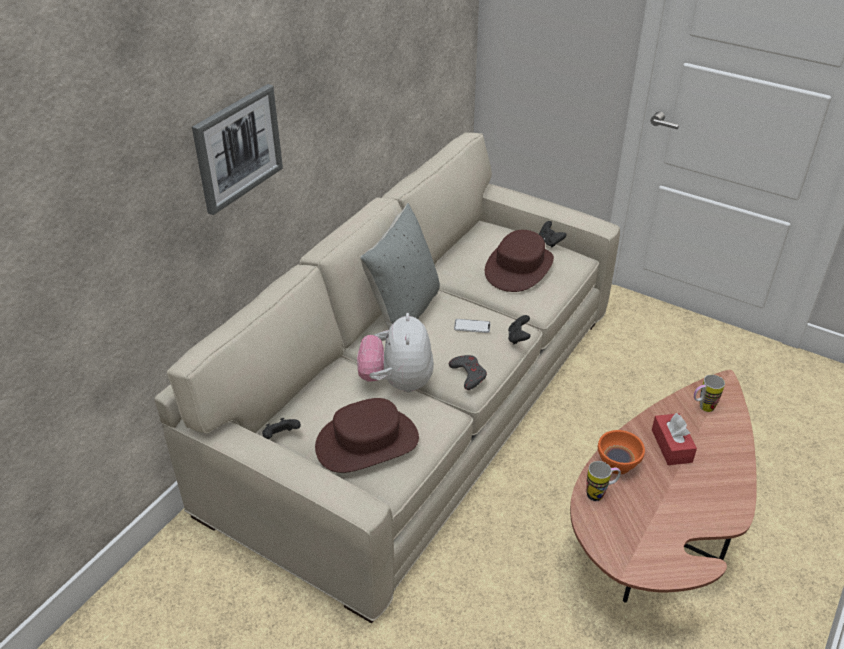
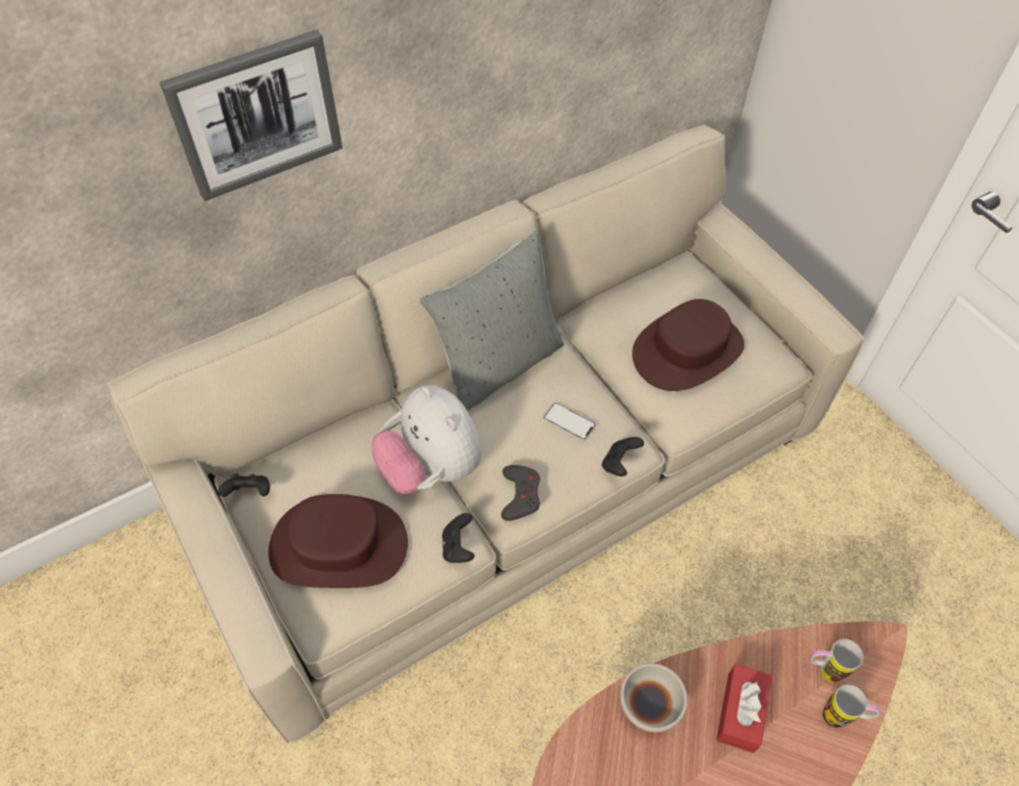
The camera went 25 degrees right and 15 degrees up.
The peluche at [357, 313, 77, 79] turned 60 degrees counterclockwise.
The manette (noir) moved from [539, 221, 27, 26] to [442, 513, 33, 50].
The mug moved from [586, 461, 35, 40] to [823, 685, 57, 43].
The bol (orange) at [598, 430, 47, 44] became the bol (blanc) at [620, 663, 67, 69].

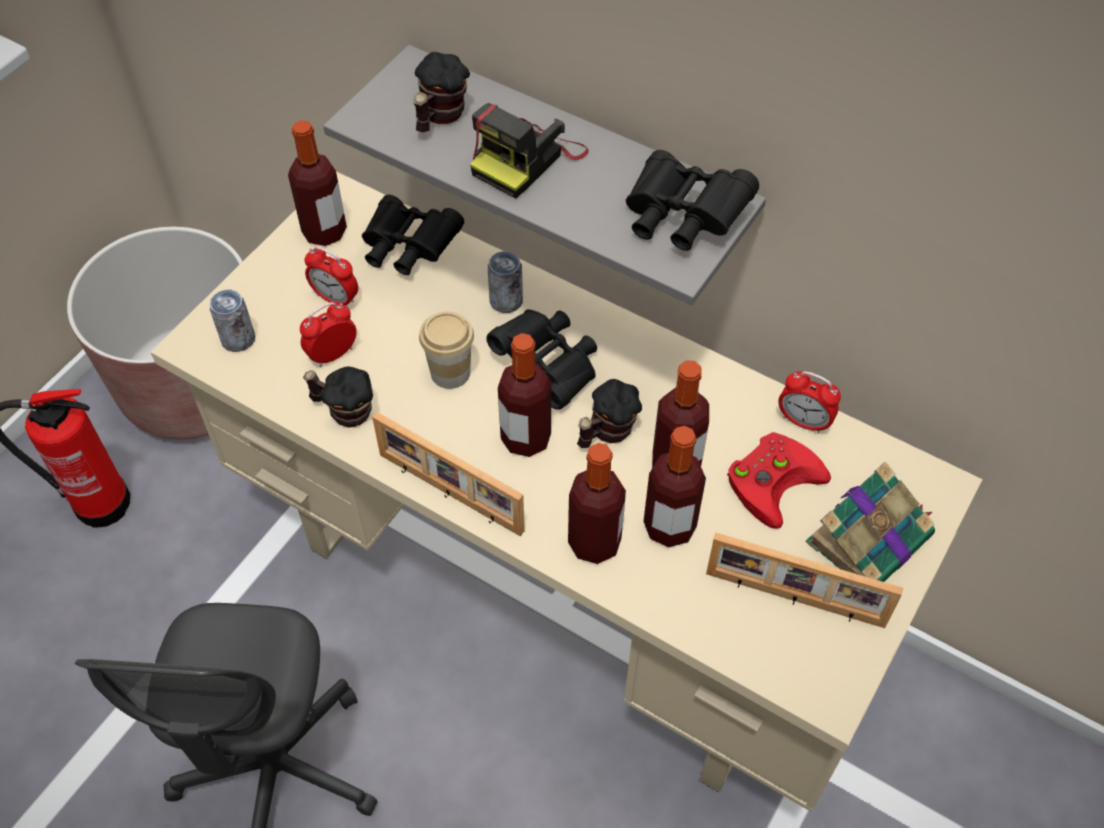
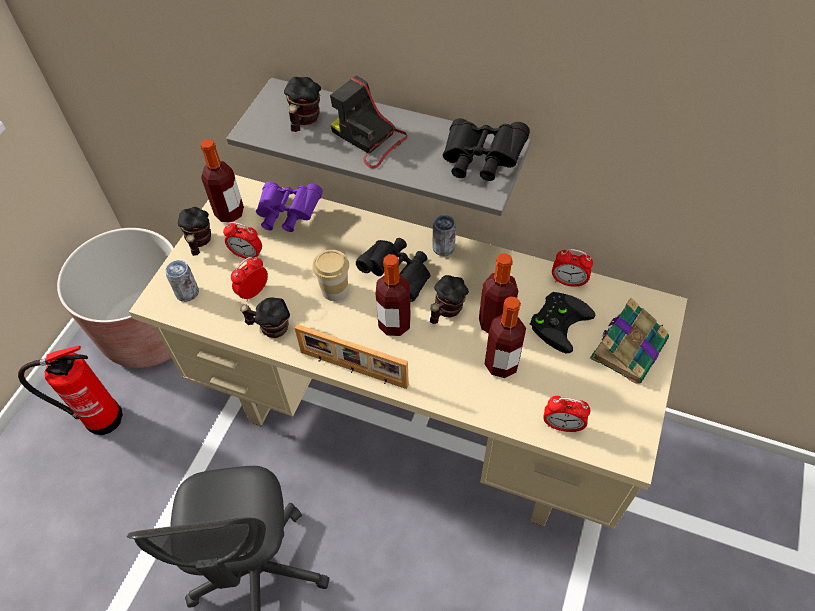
The camera went 10 degrees left and 0 degrees up.
The jumelles (noir) at [362, 195, 102, 80] became the jumelles (violet) at [256, 181, 67, 51].
The appareil photo at [470, 103, 119, 95] turned 105 degrees clockwise.
The boîte métallique moved from [488, 251, 35, 62] to [432, 215, 24, 41].
The bouteille at [568, 443, 58, 121] disappeared.
The cadre photo at [706, 533, 197, 95] disappeared.
The manette (rouge) at [727, 432, 104, 97] became the manette (noir) at [530, 292, 65, 61].
The mug at [178, 207, 33, 49] appeared.
The réveil at [543, 396, 47, 37] appeared.

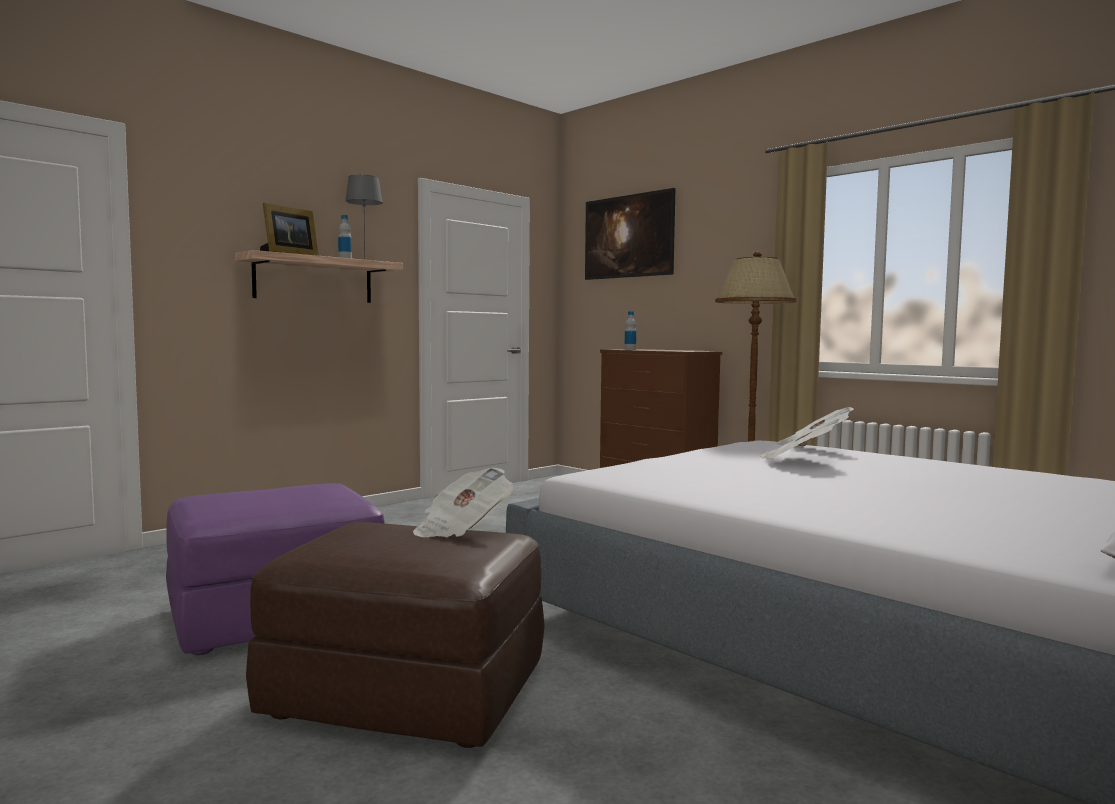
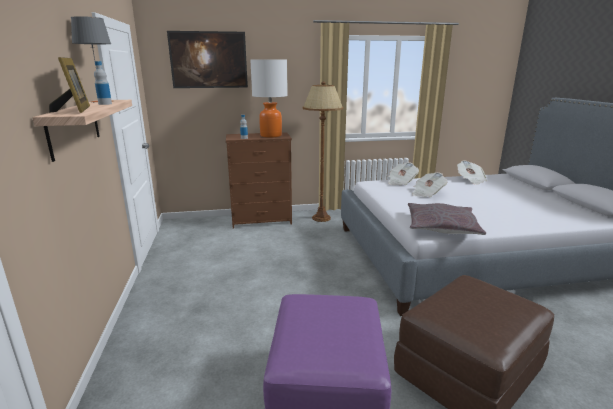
The camera went 55 degrees left and 15 degrees up.
The journal moved from [413, 467, 100, 70] to [457, 160, 30, 25].
The lampe de table at [251, 59, 37, 79] appeared.
The coussin (gris) at [408, 203, 78, 32] appeared.

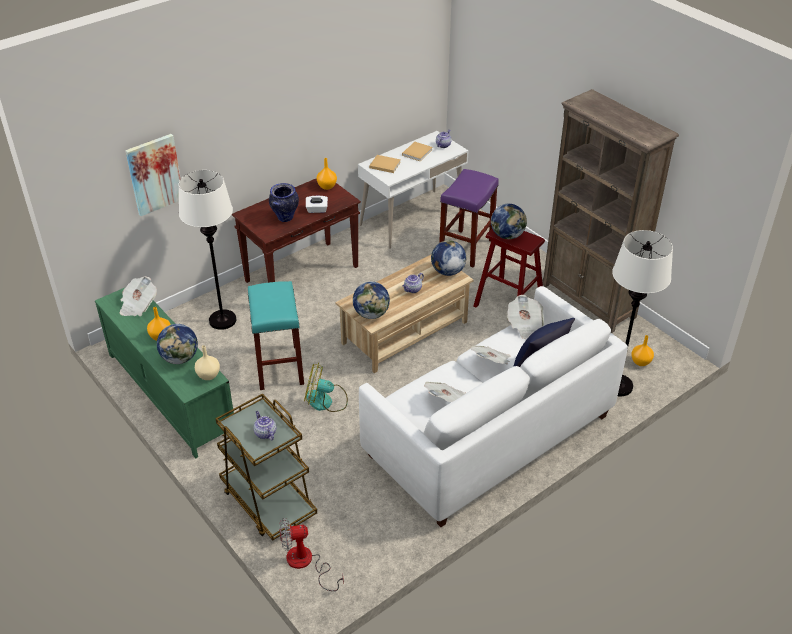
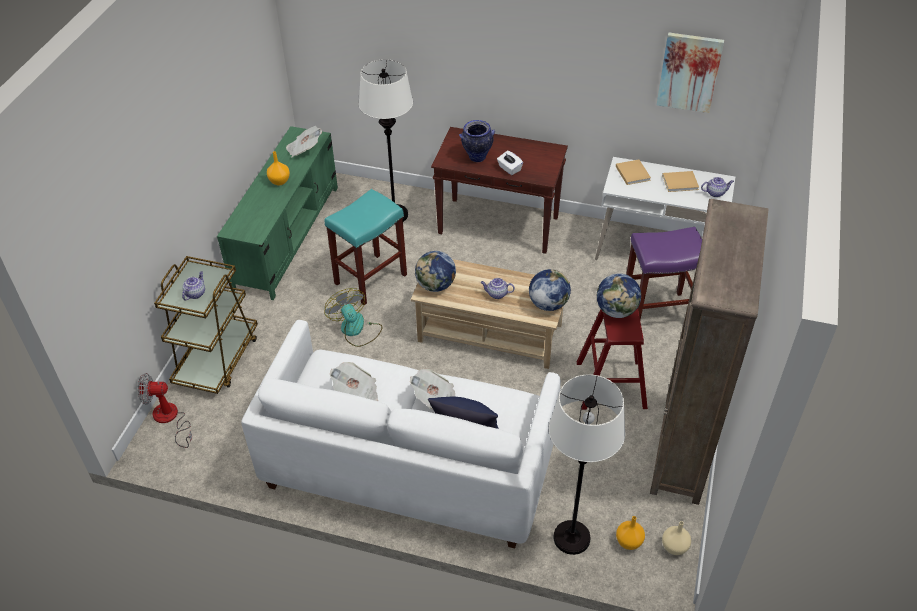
The camera went 55 degrees right and 5 degrees up.
The tableau moved from [125, 134, 56, 82] to [657, 32, 67, 81].
The globe at [157, 324, 41, 40] disappeared.
The vase (beige) moved from [195, 345, 25, 35] to [662, 521, 29, 34].
The ventilateur at [279, 518, 65, 73] turned 45 degrees counterclockwise.
The vase (orange) at [317, 158, 20, 32] disappeared.
The journal at [507, 295, 37, 44] disappeared.

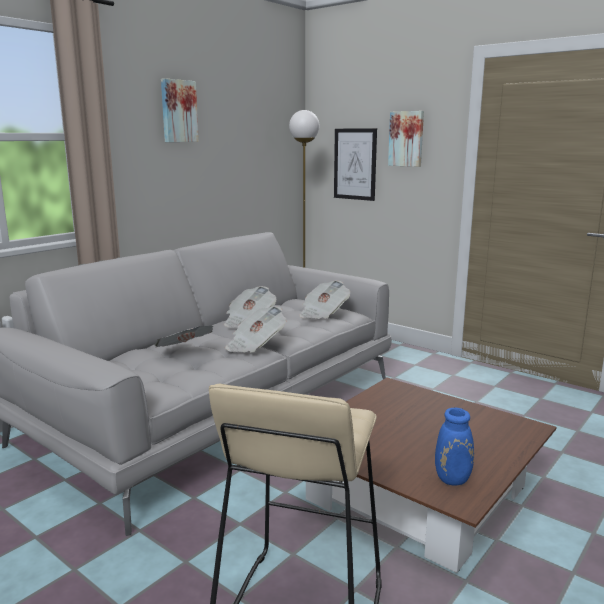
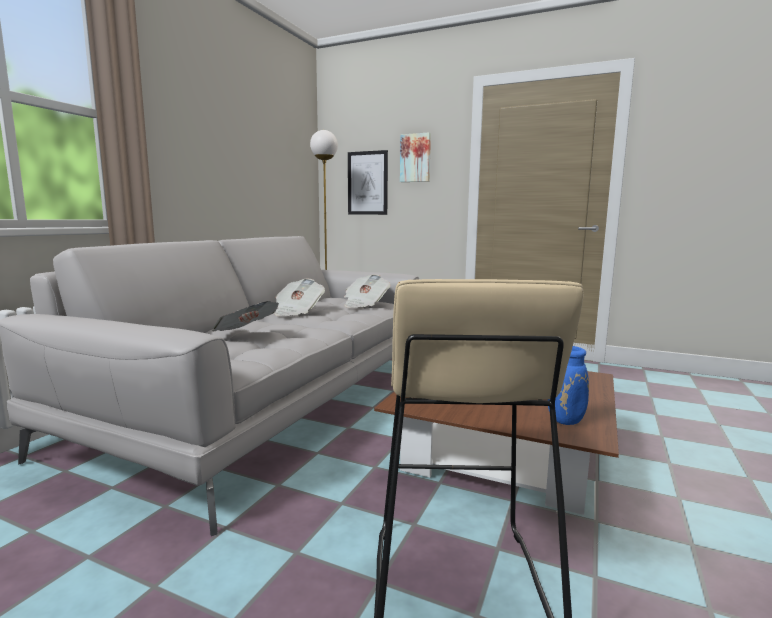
The camera went 15 degrees left and 5 degrees down.
The tableau at [161, 78, 38, 64] disappeared.
The journal at [225, 306, 61, 47] disappeared.

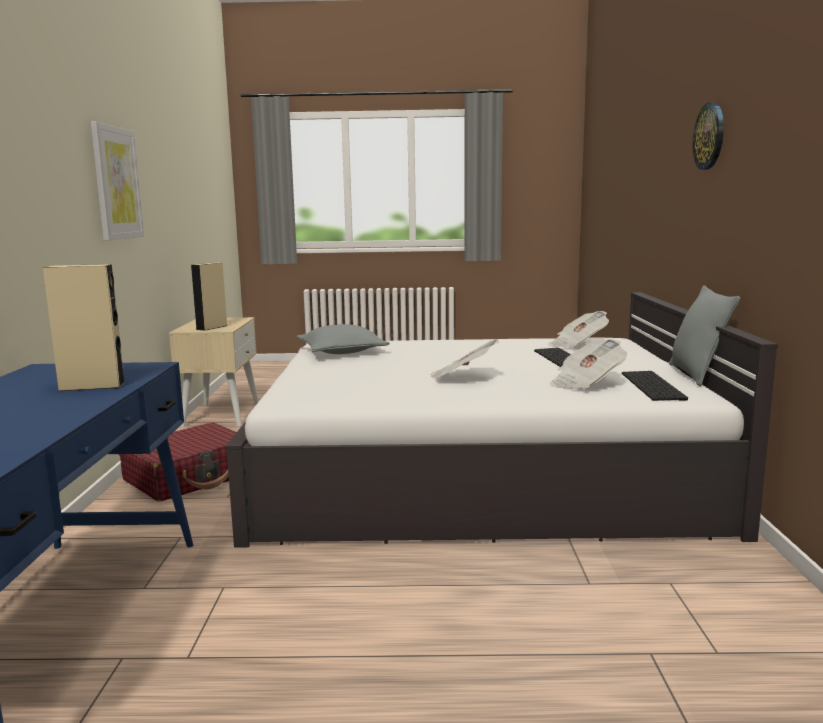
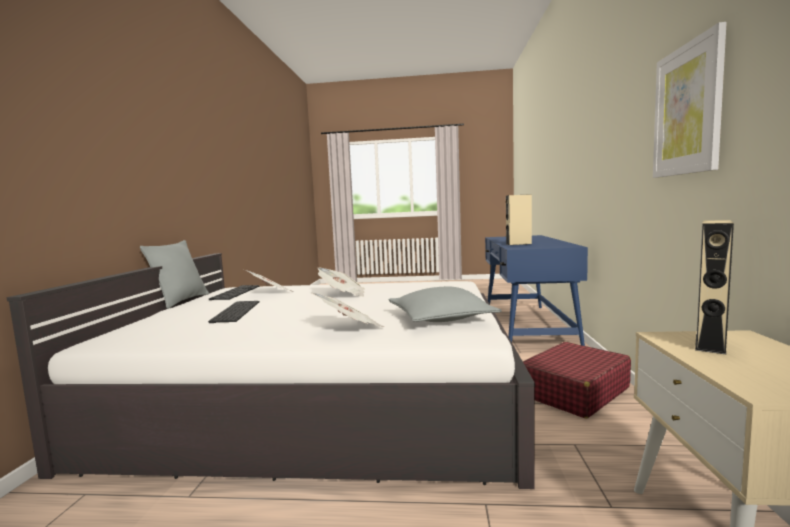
The camera went 175 degrees left and 5 degrees down.
The journal moved from [549, 311, 60, 36] to [312, 293, 72, 34].
The horloge murale at [693, 102, 31, 68] disappeared.

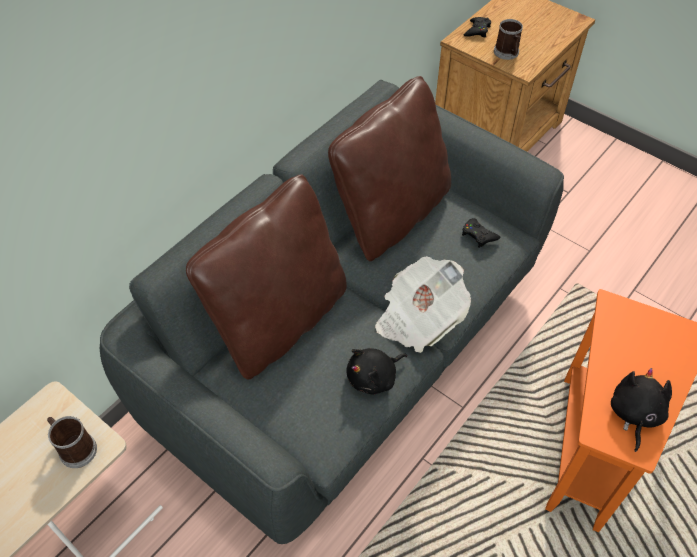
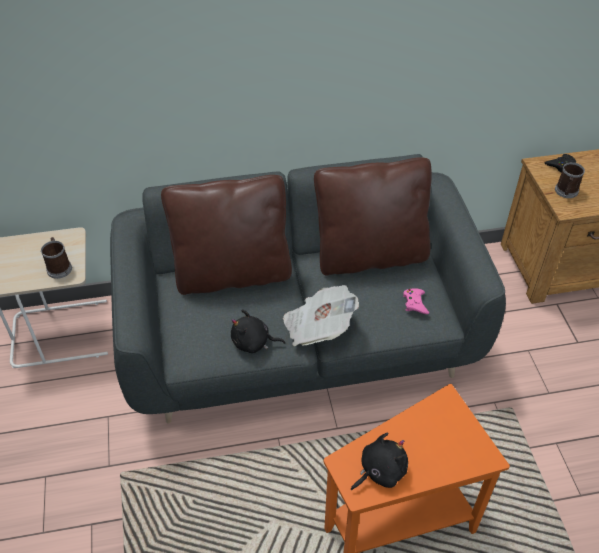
The camera went 40 degrees right and 5 degrees down.
The manette (noir) at [462, 218, 38, 30] became the manette (rose) at [403, 288, 26, 26].

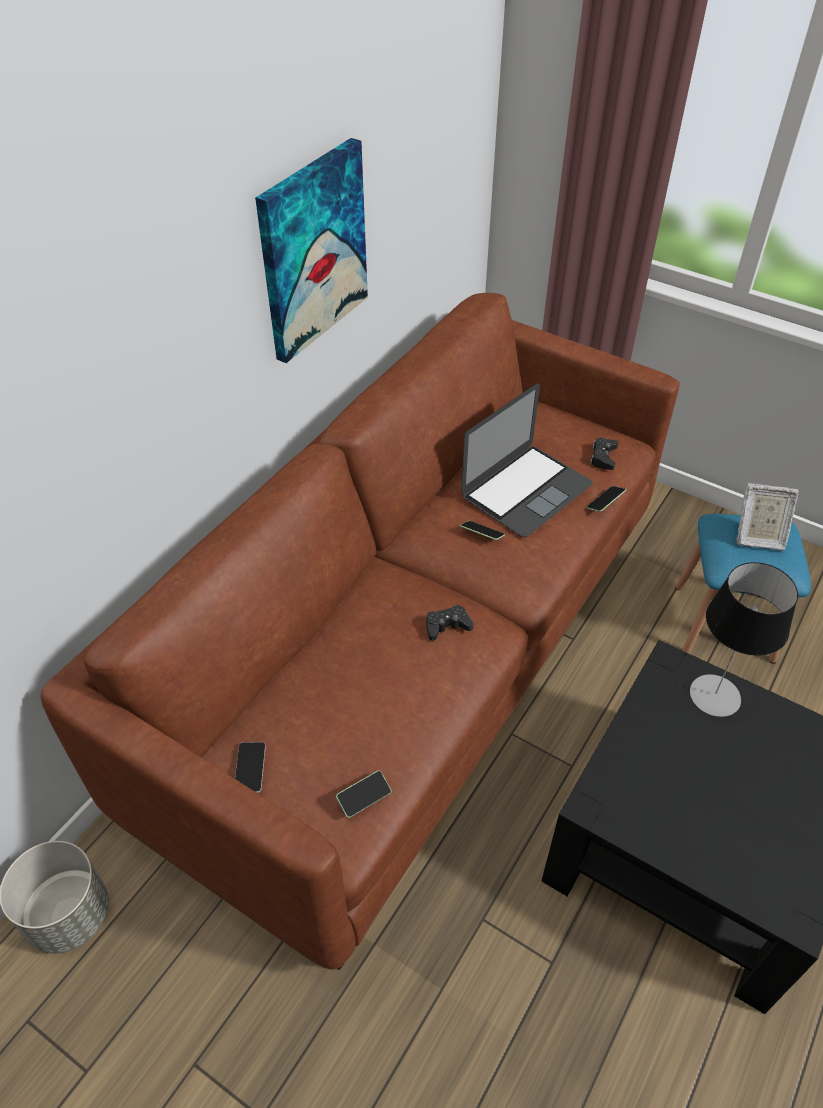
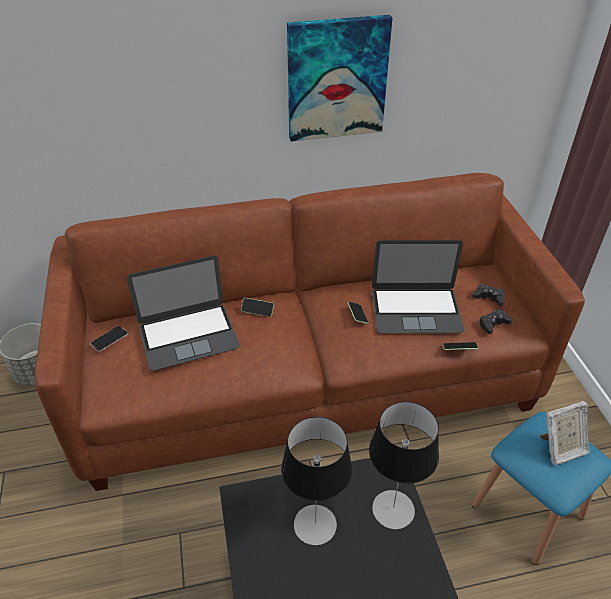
The camera went 45 degrees right and 5 degrees down.
The téléphone moved from [336, 770, 55, 48] to [241, 298, 33, 19].
The manette (noir) moved from [426, 605, 47, 36] to [472, 283, 33, 23].
The cadre photo at [736, 483, 63, 68] turned 75 degrees counterclockwise.
The ordinateur portable at [127, 256, 113, 115] appeared.
The lampe de table at [281, 417, 71, 128] appeared.

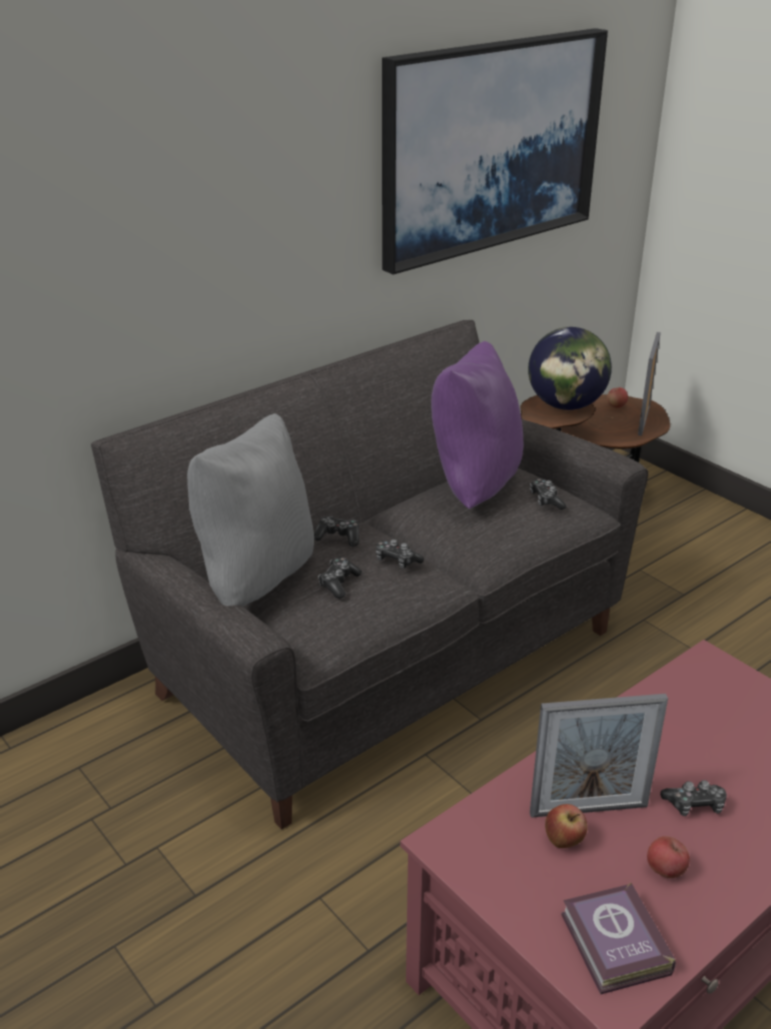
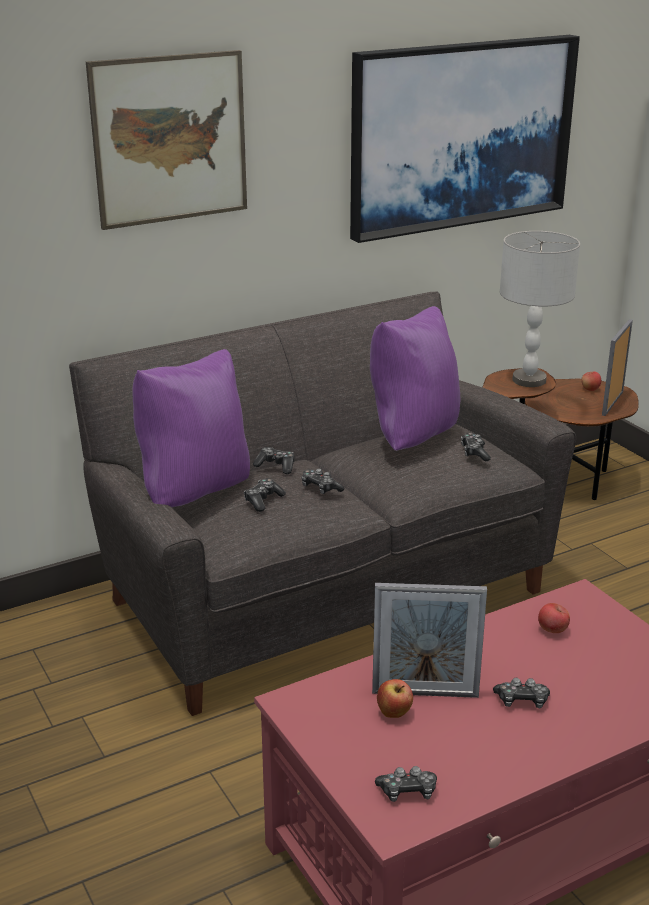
The camera went 10 degrees right and 5 degrees down.
The coussin (gris) at [187, 413, 127, 193] became the coussin (violet) at [133, 349, 117, 158].
The globe at [528, 327, 84, 83] was replaced by the lampe de table (gris) at [500, 231, 80, 156].
The livre at [561, 883, 115, 111] was replaced by the manette at [375, 766, 62, 36].
The pomme moved from [647, 836, 43, 42] to [538, 603, 32, 30].
The tableau at [86, 50, 161, 180] appeared.

